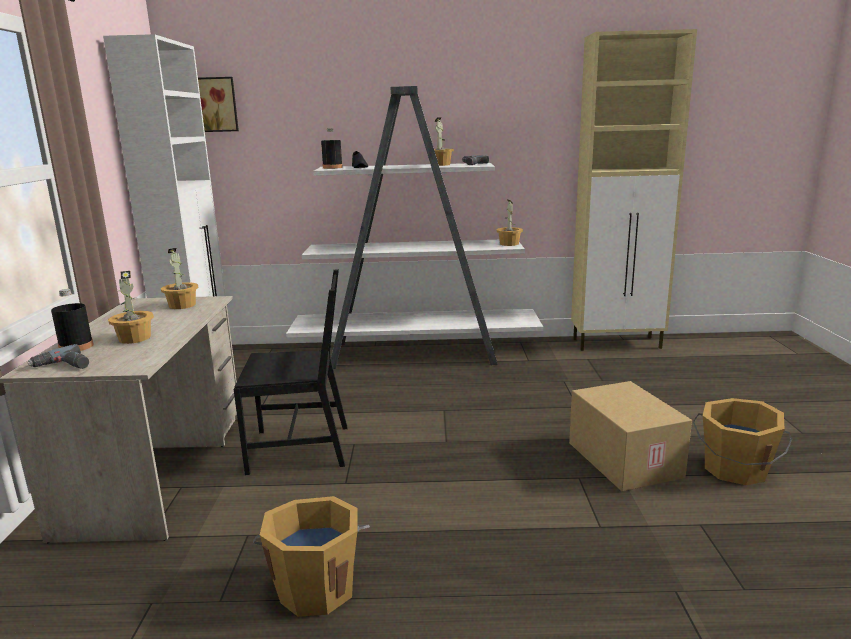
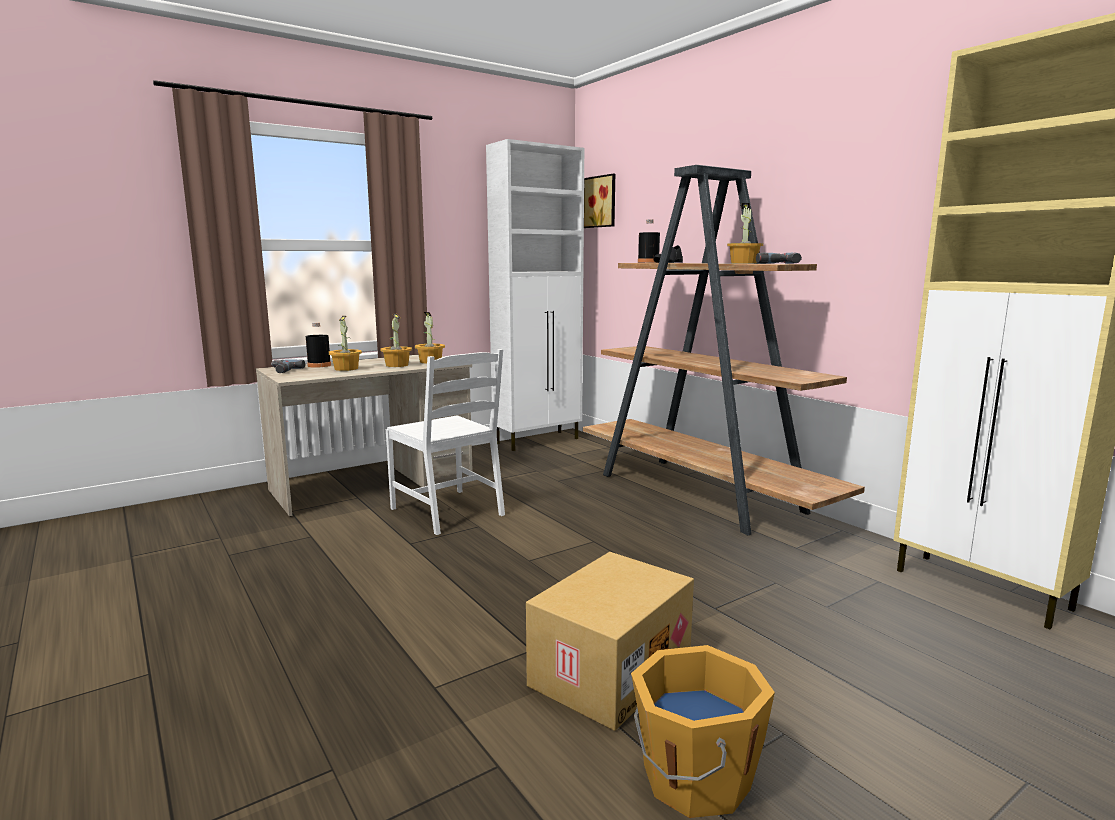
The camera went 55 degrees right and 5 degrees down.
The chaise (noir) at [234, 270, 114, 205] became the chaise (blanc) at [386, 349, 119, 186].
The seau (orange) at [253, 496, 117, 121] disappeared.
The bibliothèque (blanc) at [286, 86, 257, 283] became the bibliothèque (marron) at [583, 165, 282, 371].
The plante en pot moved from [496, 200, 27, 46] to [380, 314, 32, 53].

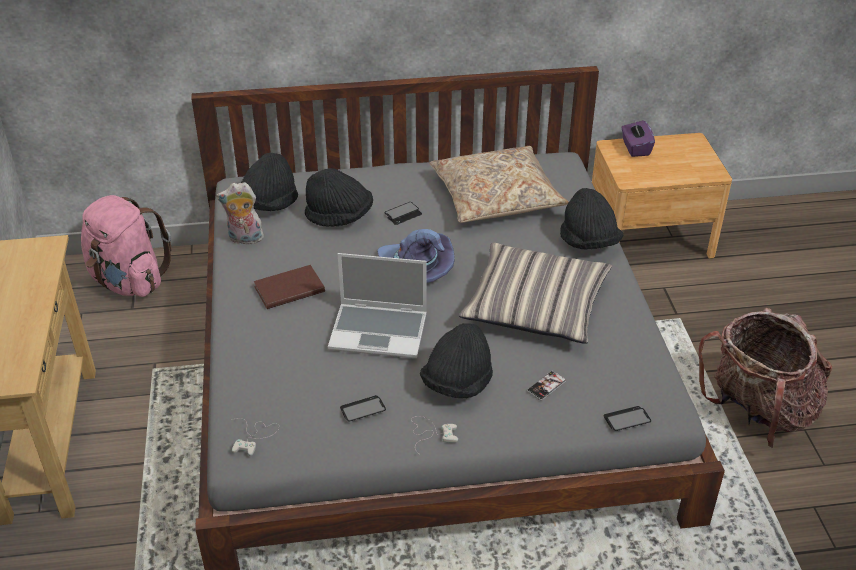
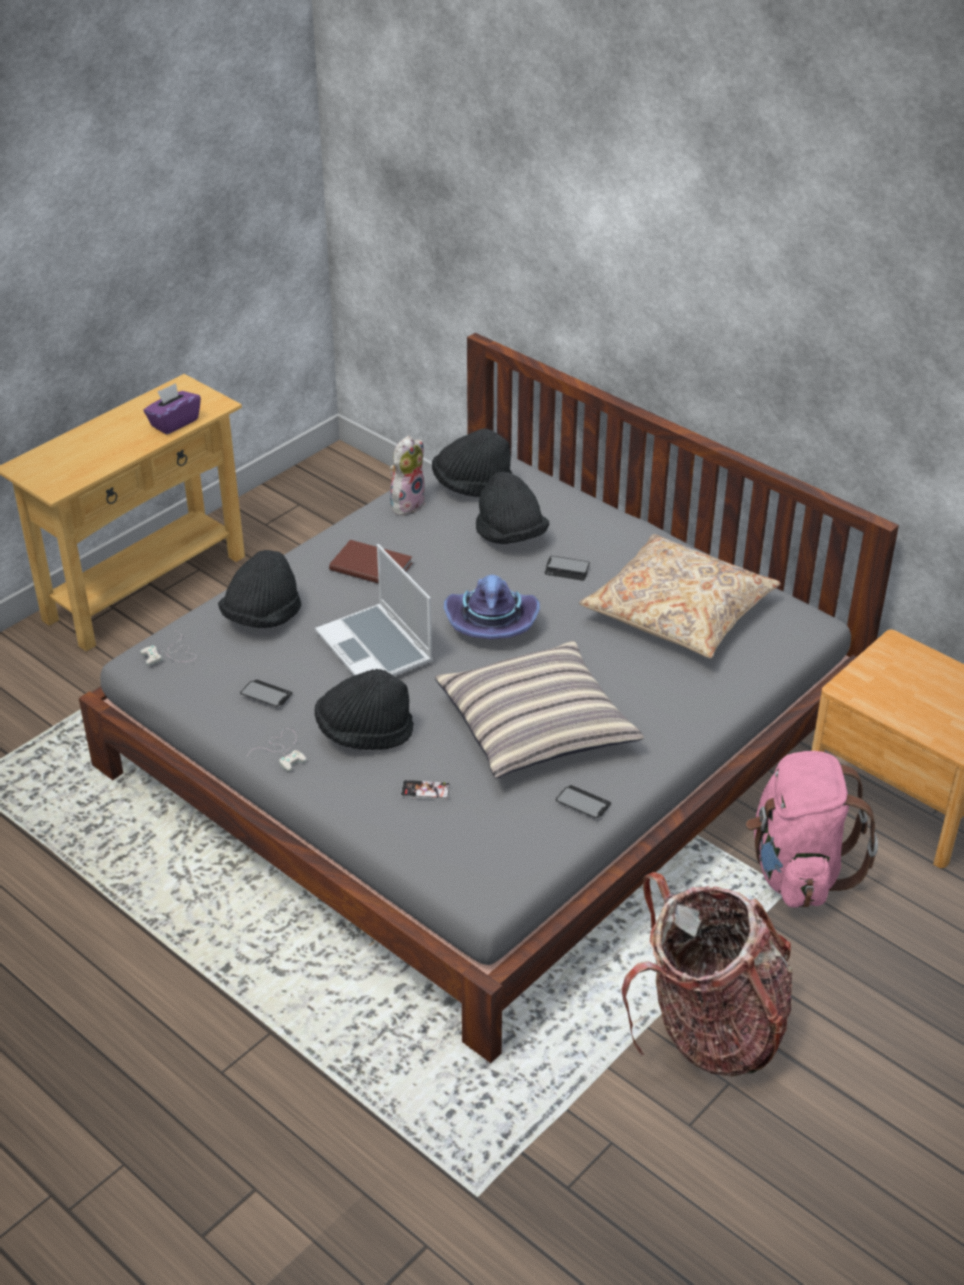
The camera went 50 degrees right and 0 degrees up.
The sac à dos (rose) moved from [81, 195, 91, 102] to [746, 751, 132, 157].
The peluche at [216, 182, 49, 62] turned 75 degrees clockwise.
The chapeau (noir) moved from [560, 188, 63, 62] to [218, 550, 83, 78].
The téléphone moved from [604, 406, 47, 25] to [556, 785, 55, 33].
The boîte à mouchoirs (violet) moved from [621, 120, 34, 37] to [144, 383, 57, 52].

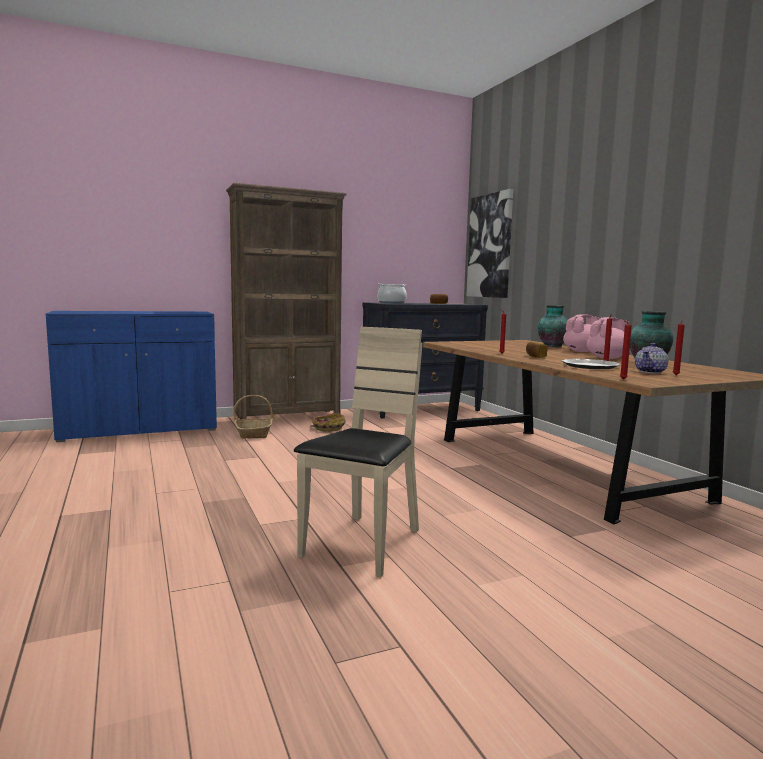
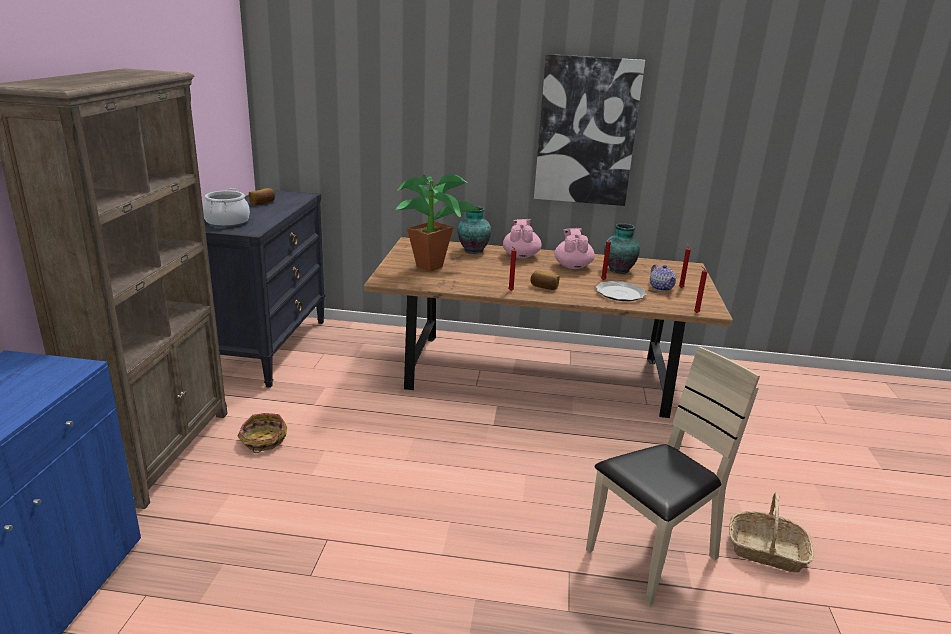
The camera went 60 degrees left and 15 degrees up.
The panier moved from [233, 395, 40, 44] to [729, 492, 85, 81].
The chaise (beige) at [294, 327, 129, 251] turned 90 degrees clockwise.
The tableau moved from [467, 189, 46, 109] to [534, 54, 111, 152].
The plante en pot at [396, 174, 86, 98] appeared.

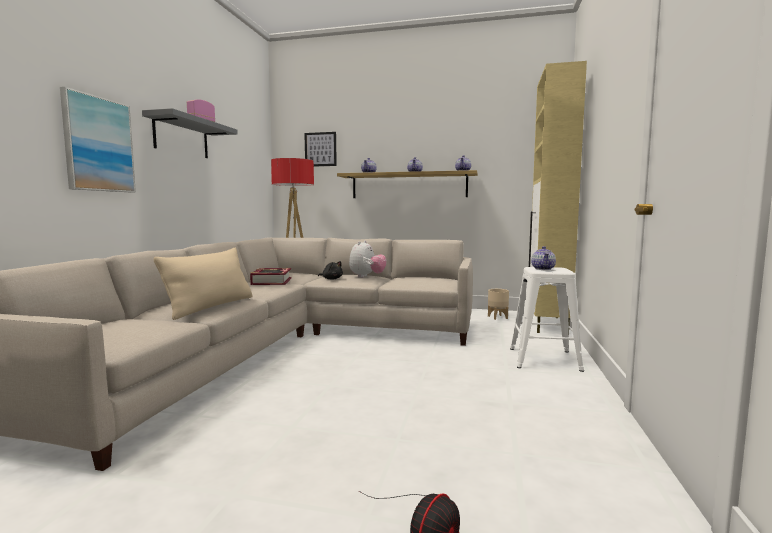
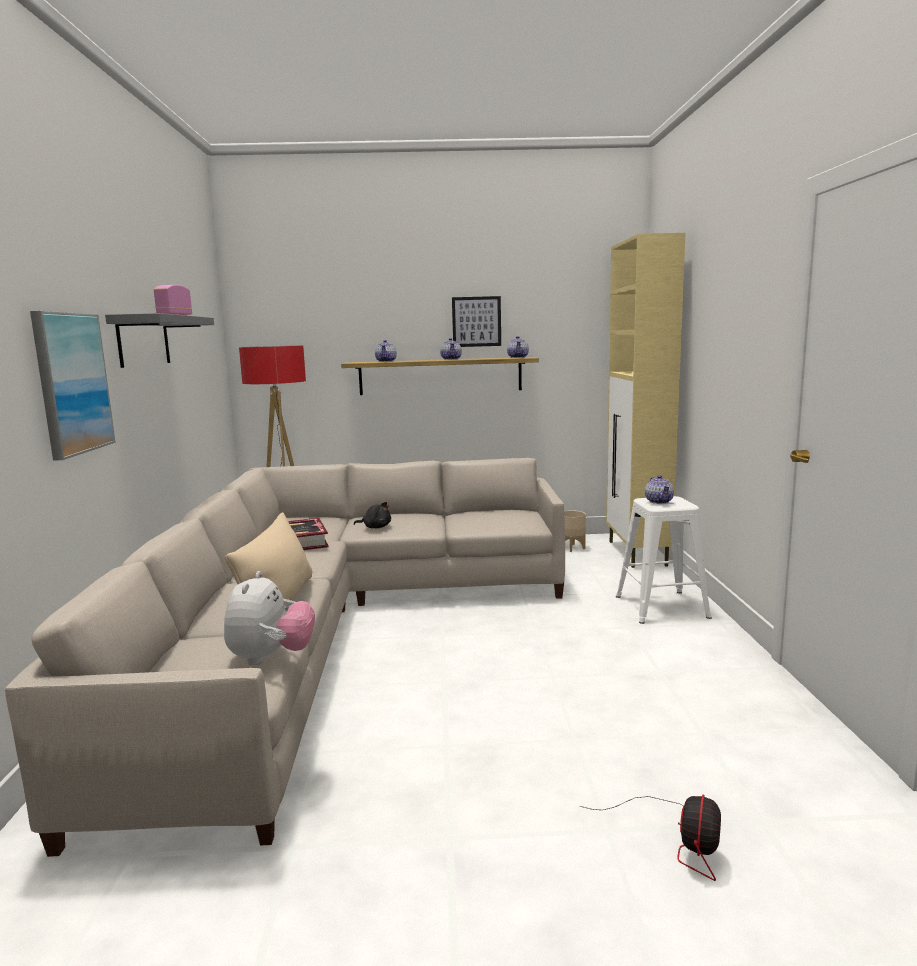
The camera went 15 degrees left and 5 degrees up.
The tableau moved from [304, 132, 33, 35] to [452, 296, 49, 51].
The peluche moved from [349, 241, 38, 37] to [224, 571, 91, 94].

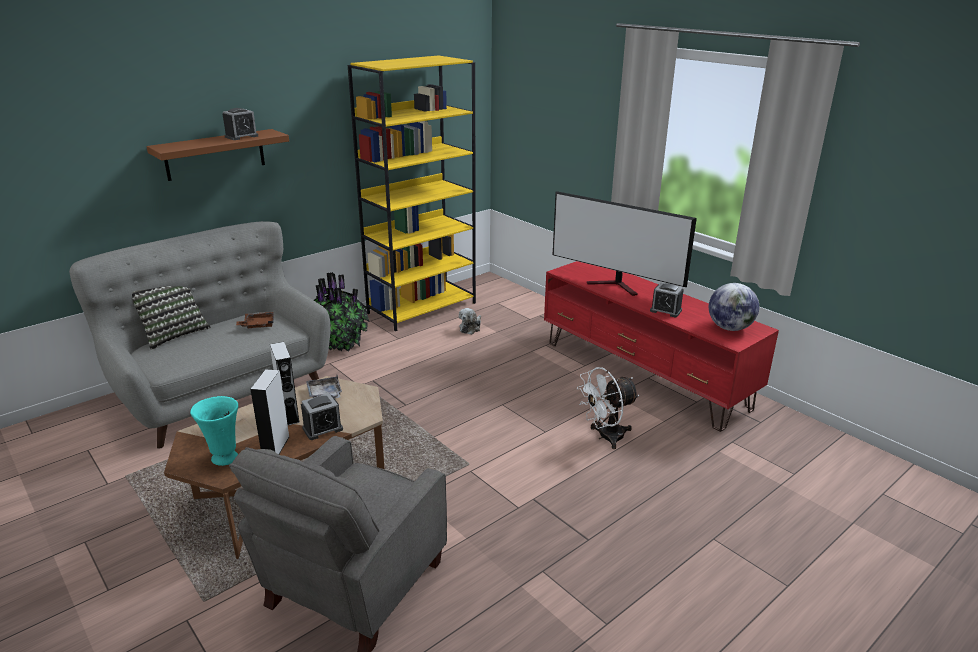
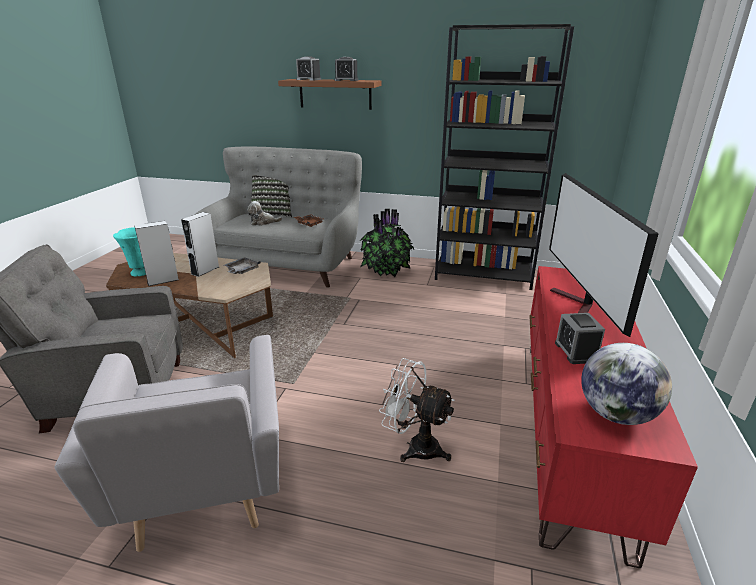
The camera went 55 degrees right and 0 degrees up.
The réveil moved from [301, 393, 42, 47] to [296, 56, 25, 25].
The bibliothèque (jaune) at [348, 55, 128, 276] became the bibliothèque (noir) at [435, 24, 139, 266].
The peluche moved from [459, 308, 22, 27] to [247, 201, 35, 25].
The fauteuil (gris) at [54, 335, 225, 217] appeared.

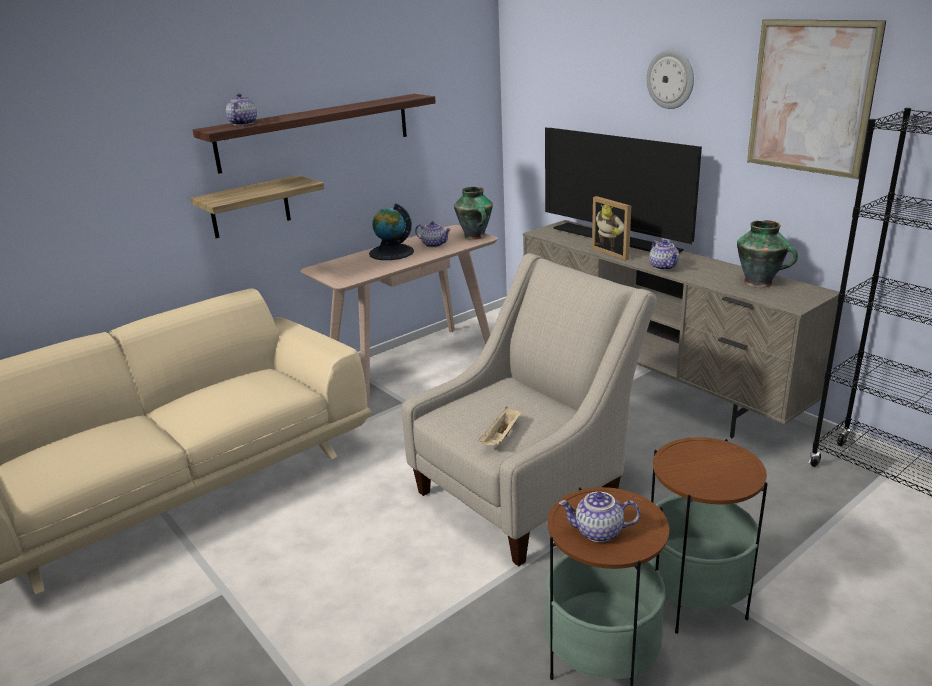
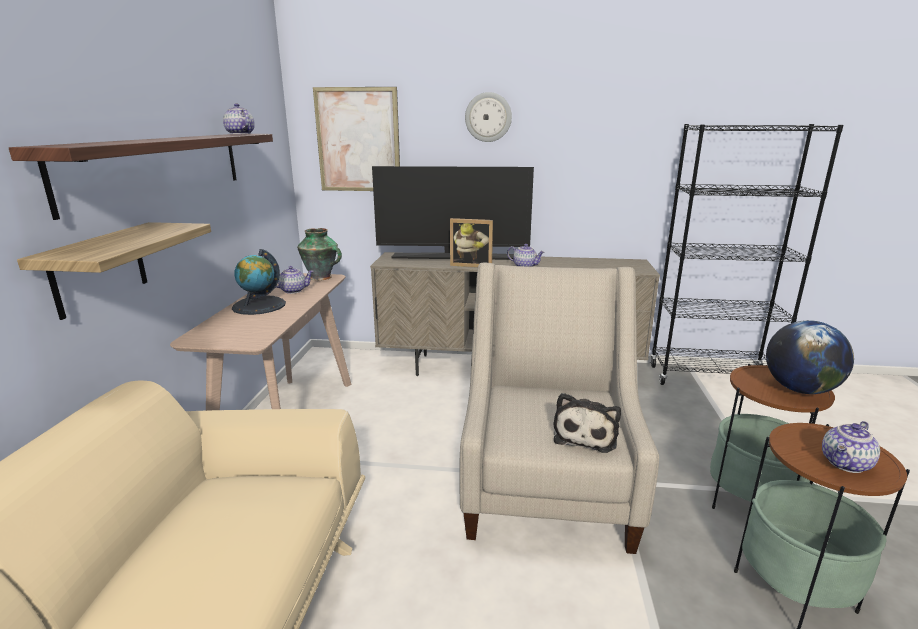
The camera went 45 degrees left and 5 degrees down.
The théière moved from [226, 93, 31, 33] to [223, 103, 32, 31].
The plateau (beige) at [478, 407, 43, 39] was replaced by the peluche at [554, 393, 67, 60].
The vase at [737, 220, 61, 68] disappeared.
The tableau moved from [747, 19, 139, 160] to [313, 87, 87, 104].
The globe at [766, 320, 88, 74] appeared.

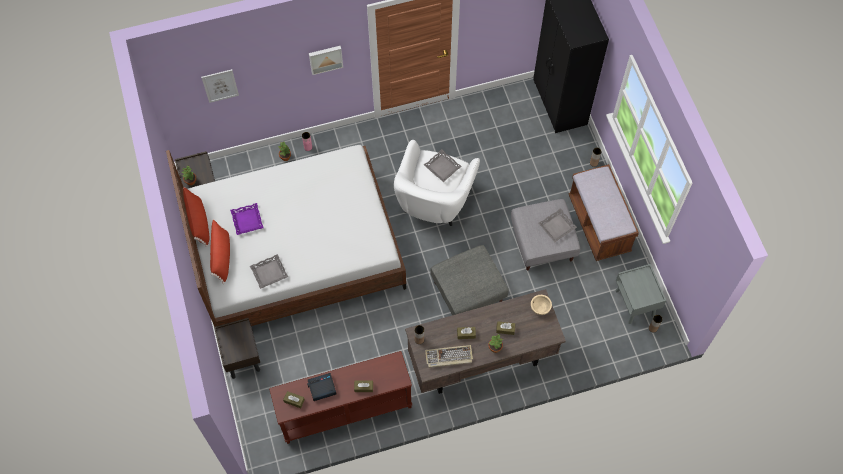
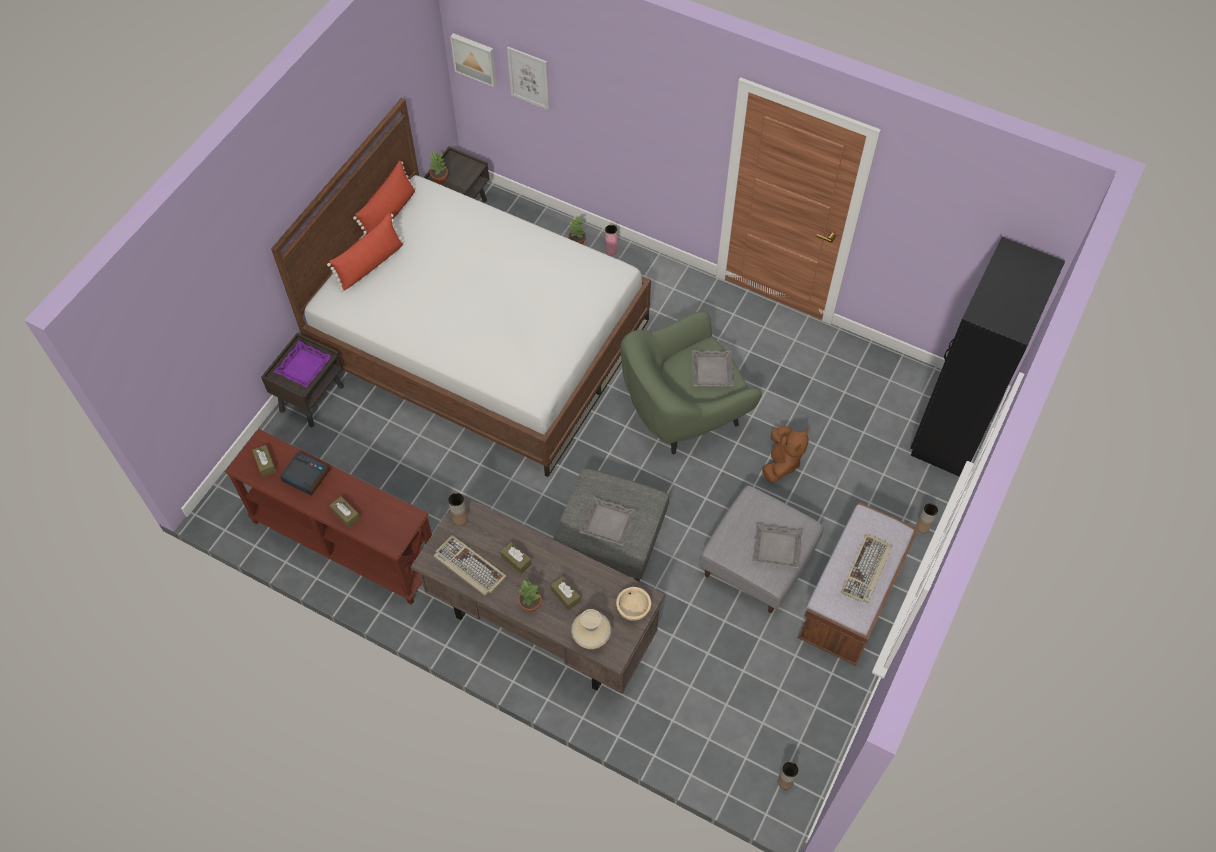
The camera went 45 degrees right and 5 degrees down.
The plateau (violet) moved from [230, 203, 34, 32] to [274, 340, 58, 48].
The plateau (gris) moved from [250, 254, 38, 35] to [579, 496, 58, 50].
The tableau moved from [309, 46, 34, 29] to [450, 33, 47, 54].
The fauteuil (blanc) at [394, 140, 86, 86] became the fauteuil (vert) at [620, 311, 142, 143].
The table de chevet (gris) at [615, 264, 52, 60] disappeared.
The vase (beige) at [571, 609, 40, 40] appeared.
The peluche (marron) at [762, 426, 47, 56] appeared.
The clavier at [840, 534, 52, 69] appeared.

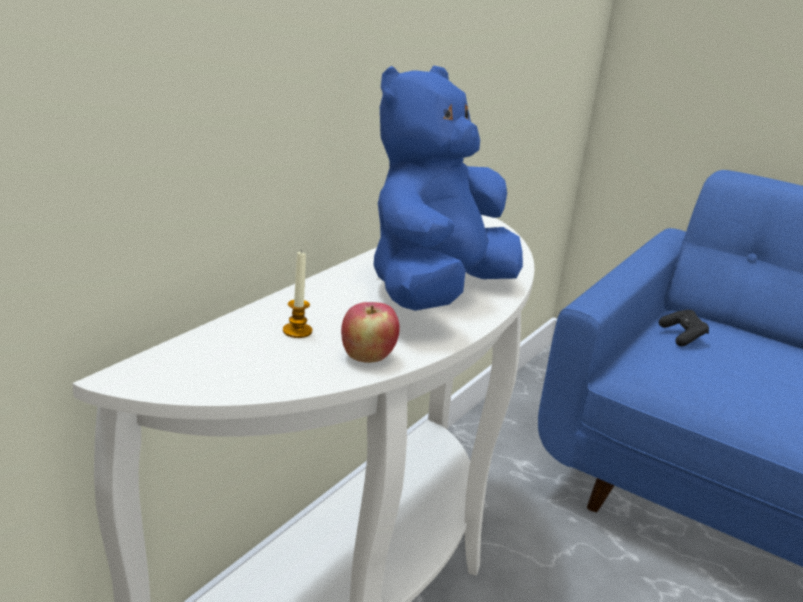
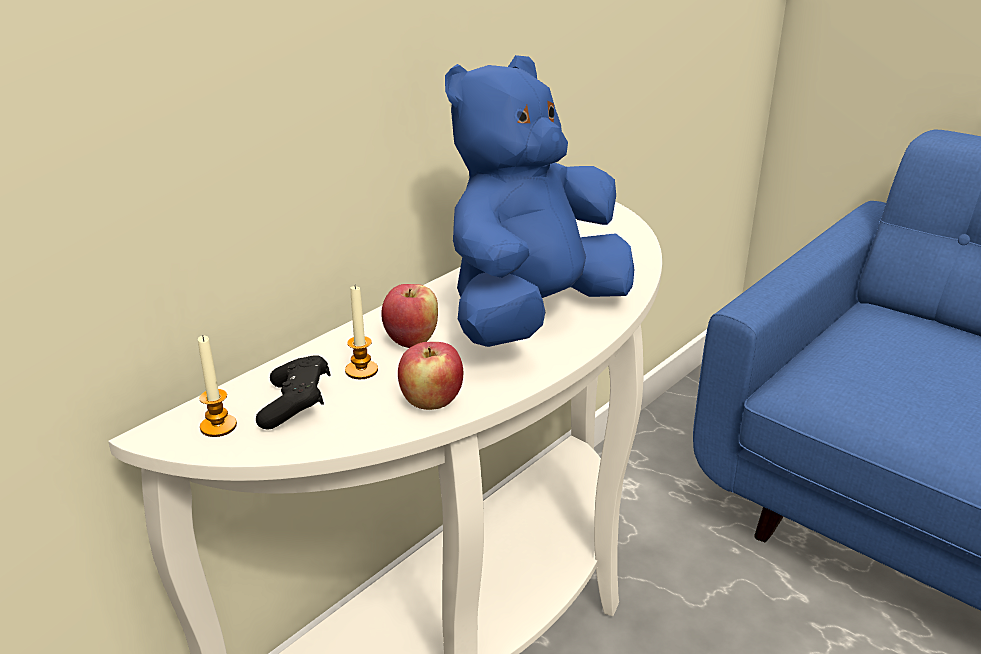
The camera went 10 degrees right and 5 degrees up.
The manette (noir) moved from [659, 310, 50, 36] to [256, 355, 75, 75].
The bougie at [198, 335, 39, 102] appeared.
The pomme at [381, 284, 57, 64] appeared.

